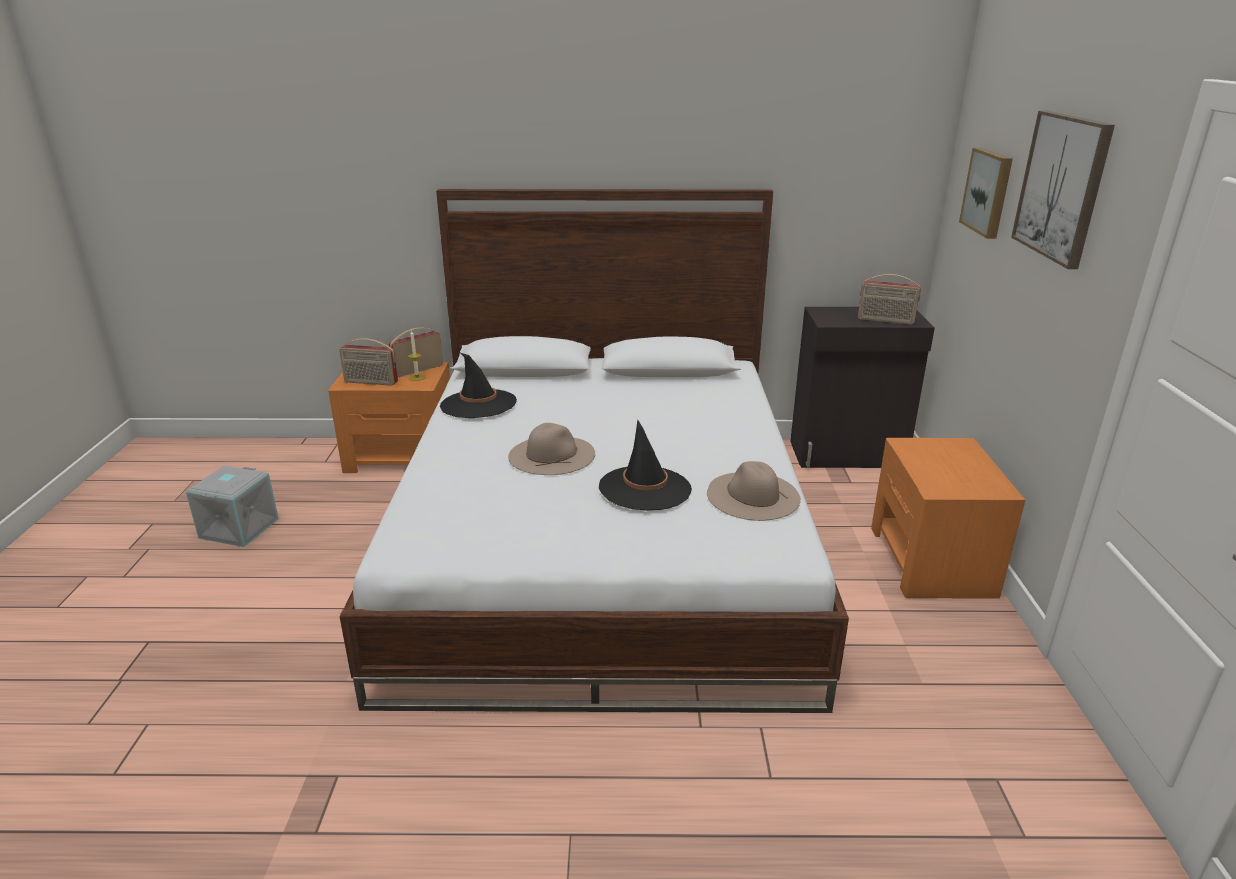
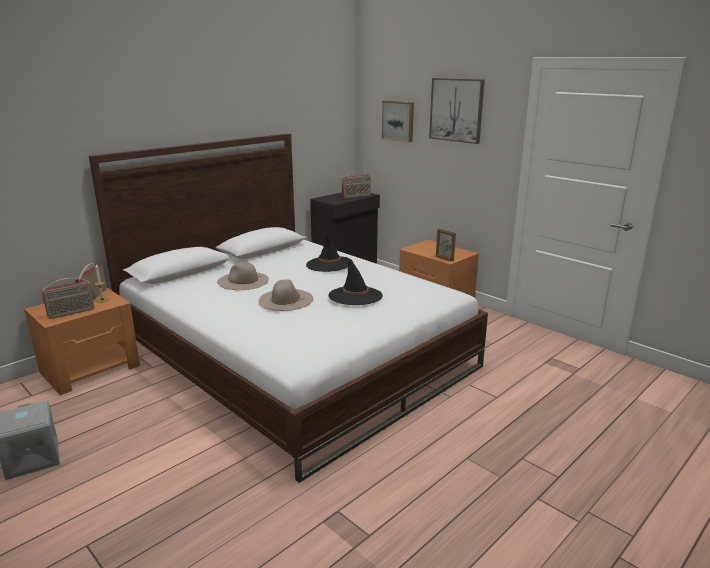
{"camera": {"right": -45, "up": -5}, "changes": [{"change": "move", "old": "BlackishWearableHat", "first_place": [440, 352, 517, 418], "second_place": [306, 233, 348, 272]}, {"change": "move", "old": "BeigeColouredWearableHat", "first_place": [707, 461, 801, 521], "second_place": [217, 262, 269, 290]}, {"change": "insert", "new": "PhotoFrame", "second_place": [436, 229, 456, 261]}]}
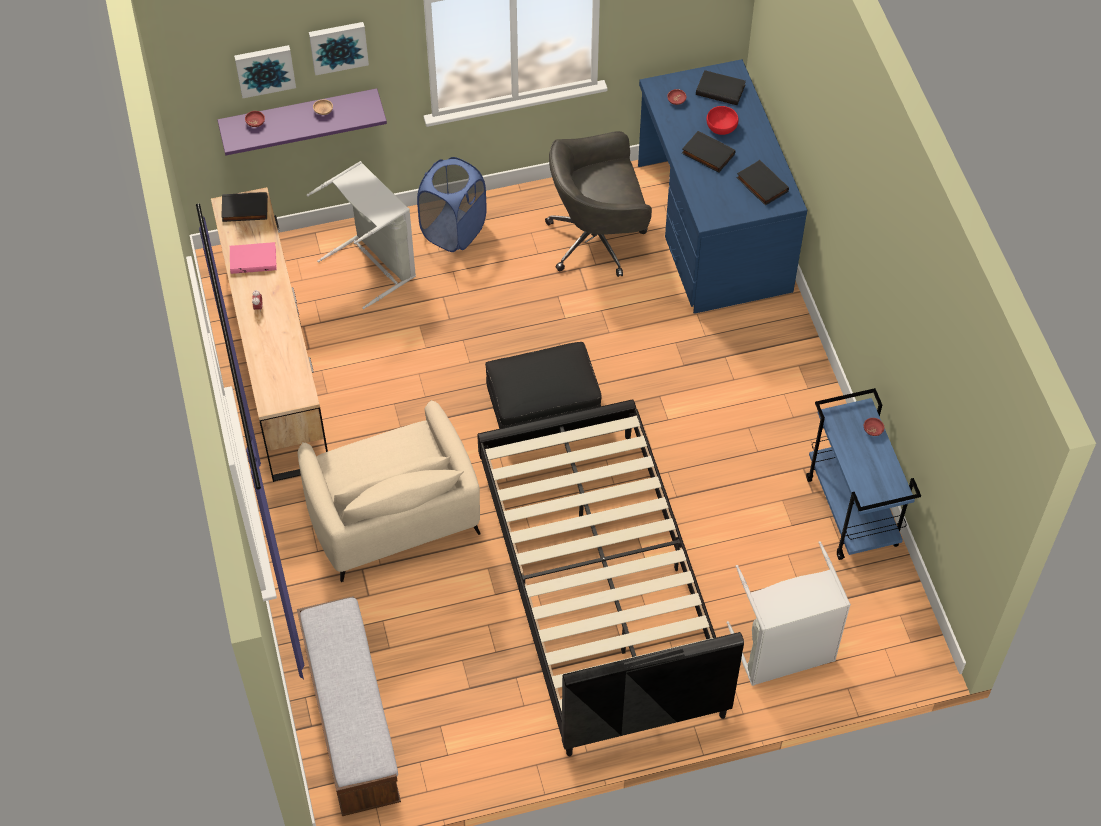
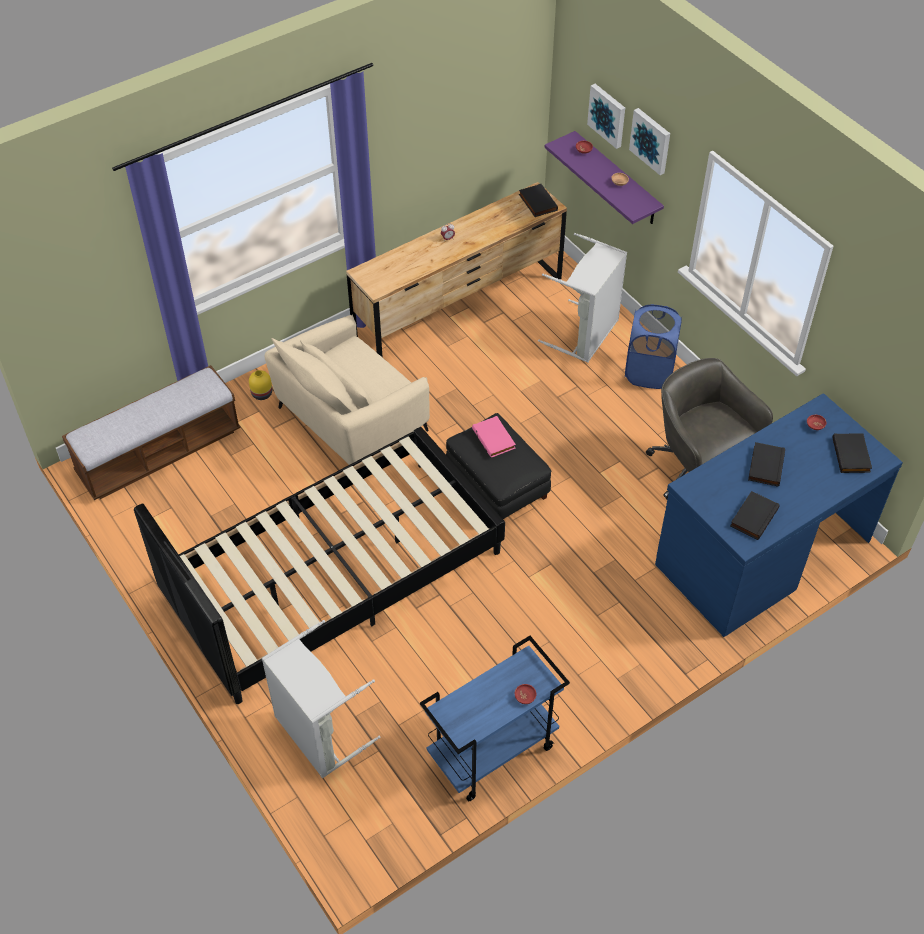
{"camera": {"right": 70, "up": -5}, "changes": [{"change": "delete", "old": "ReddishBowl", "first_place": [706, 106, 738, 135]}, {"change": "move", "old": "PinkishBoundBook", "first_place": [230, 242, 277, 274], "second_place": [472, 416, 516, 458]}, {"change": "insert", "new": "YellowColouredDecorativeVase", "second_place": [249, 370, 272, 400]}]}
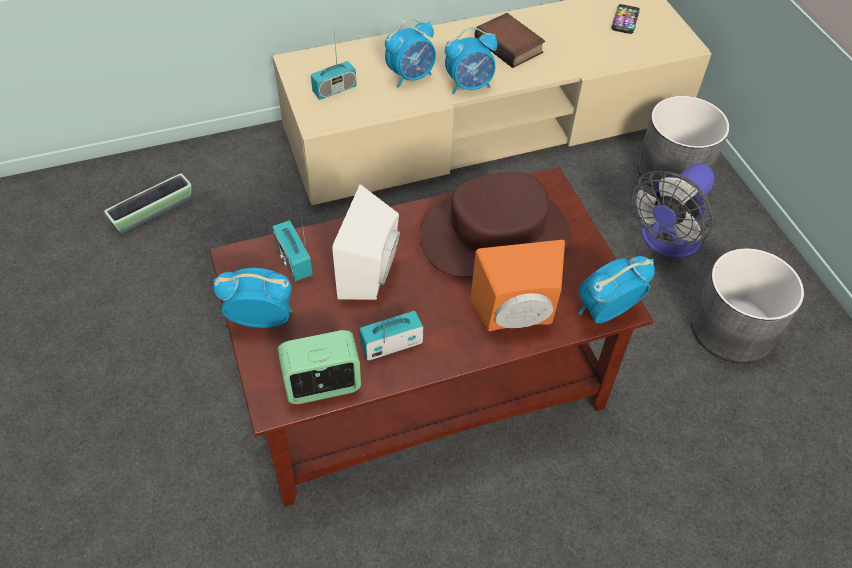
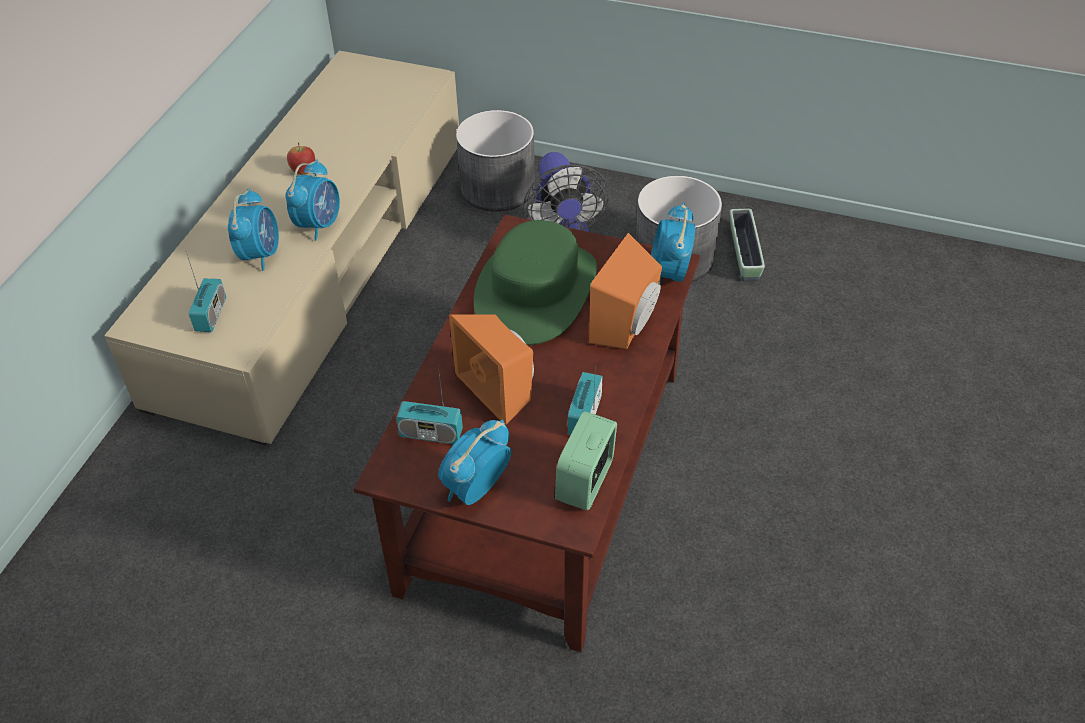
{"camera": {"right": -50, "up": -5}, "changes": [{"change": "delete", "old": "Telephone", "first_place": [612, 4, 640, 34]}, {"change": "replace", "old": "BoundBook", "new": "AppleFruit", "first_place": [475, 13, 545, 68], "second_place": [287, 143, 315, 175]}, {"change": "recolor", "old": "BrownWearableHat", "new": "GreenColouredWearableHat", "first_place": [421, 172, 571, 277], "second_place": [474, 220, 597, 345]}, {"change": "move", "old": "PlantPot", "first_place": [104, 173, 191, 234], "second_place": [730, 209, 765, 281]}, {"change": "recolor", "old": "WhitishLoudspeaker", "new": "OrangeyLoudspeaker", "first_place": [332, 184, 400, 300], "second_place": [449, 314, 534, 425]}]}
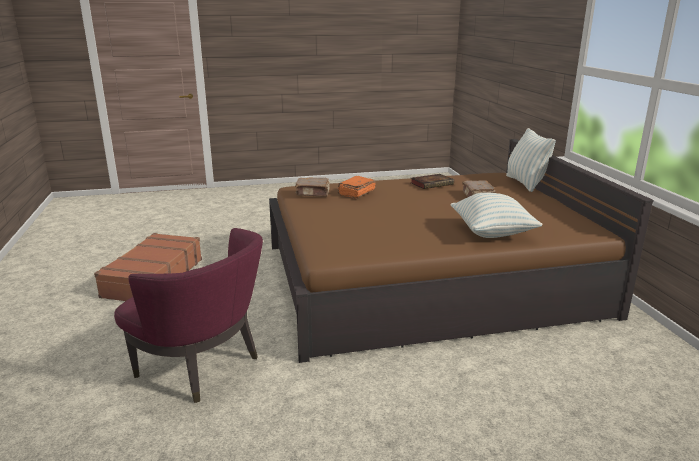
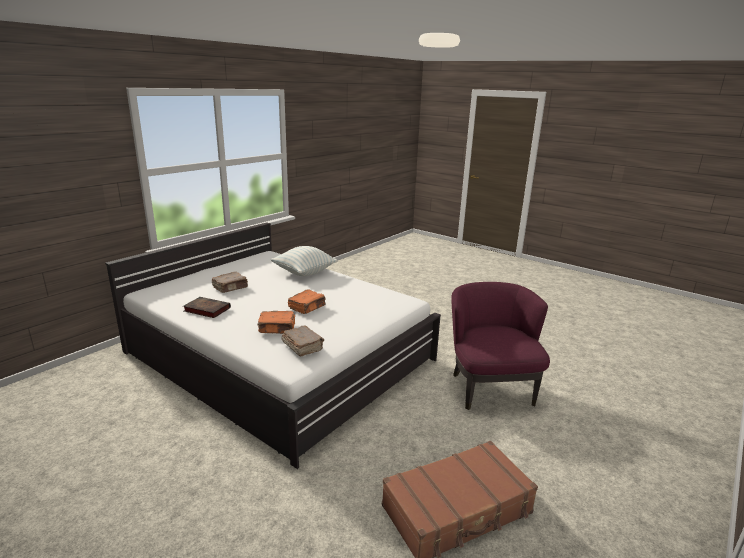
{"camera": {"right": -130, "up": 0}, "changes": [{"change": "delete", "old": "ThrowPillow", "first_place": [506, 128, 556, 192]}, {"change": "recolor", "old": "BrownSleepingBed", "new": "WhitishSleepingBed", "first_place": [269, 139, 654, 363], "second_place": [105, 222, 441, 469]}, {"change": "insert", "new": "OrangeyBoundBook", "second_place": [288, 290, 326, 314]}]}
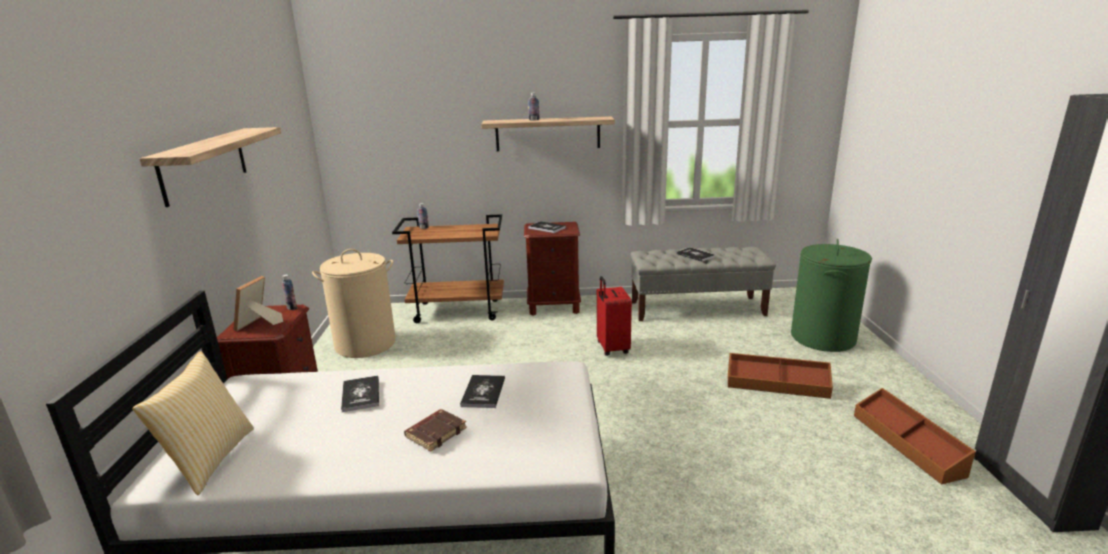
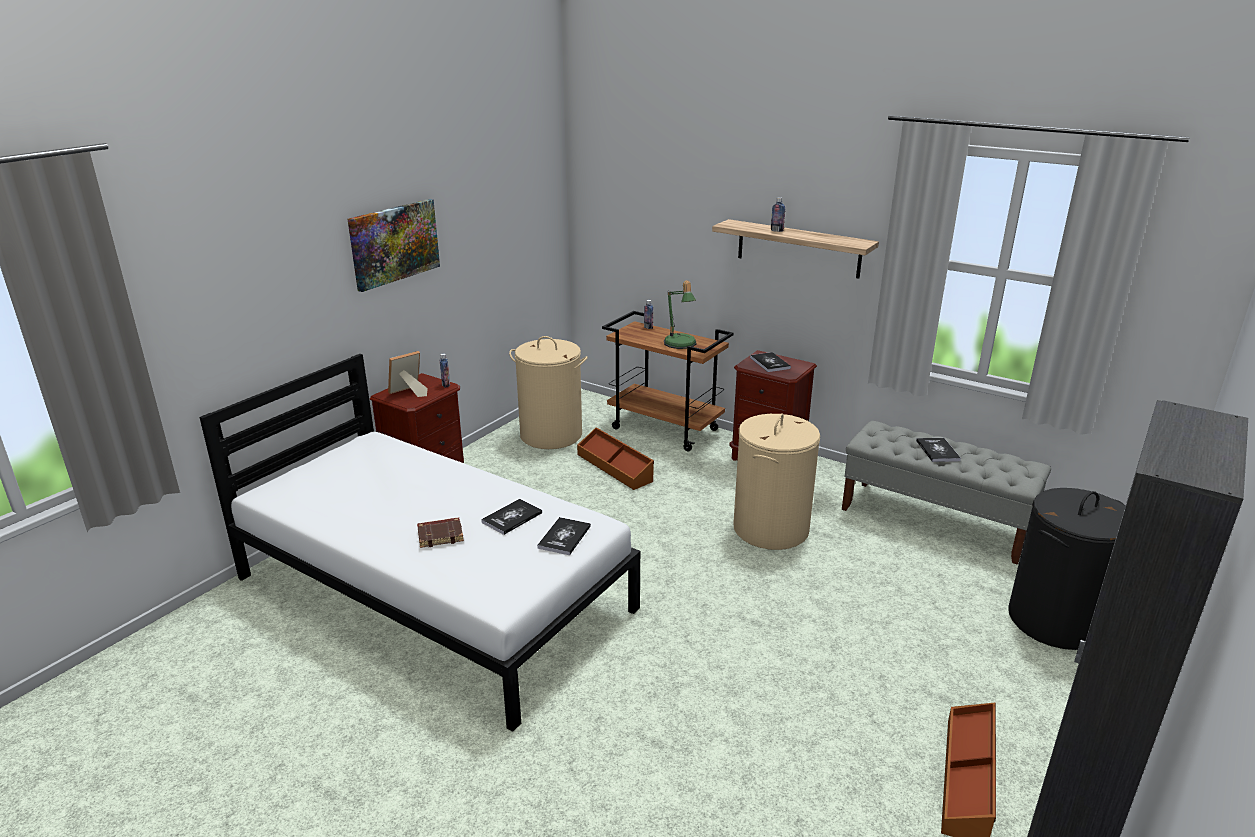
{"camera": {"right": 35, "up": 5}, "changes": [{"change": "replace", "old": "Shelf", "new": "WallArt", "first_place": [139, 127, 281, 207], "second_place": [347, 199, 440, 292]}, {"change": "recolor", "old": "GreenColouredWashingBasket", "new": "BlackishWashingBasket", "first_place": [791, 239, 872, 352], "second_place": [1009, 488, 1125, 650]}, {"change": "replace", "old": "ReddishTravelCase", "new": "BeigeColouredWashingBasket", "first_place": [597, 276, 632, 356], "second_place": [733, 413, 820, 550]}, {"change": "delete", "old": "ThrowPillow", "first_place": [133, 351, 254, 495]}, {"change": "move", "old": "BrownStorageBox", "first_place": [728, 353, 833, 399], "second_place": [577, 427, 654, 490]}, {"change": "move", "old": "BoundBook", "first_place": [341, 376, 379, 412], "second_place": [537, 517, 591, 555]}, {"change": "insert", "new": "TabletopLamp", "second_place": [664, 280, 697, 349]}]}
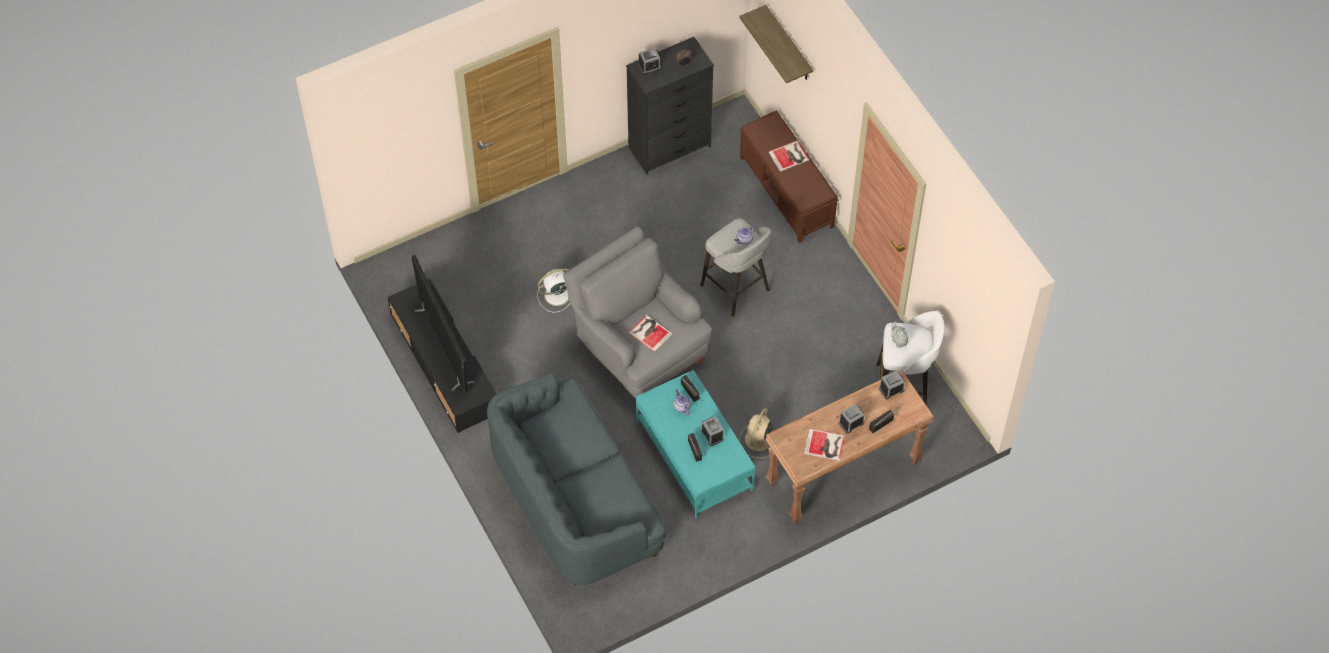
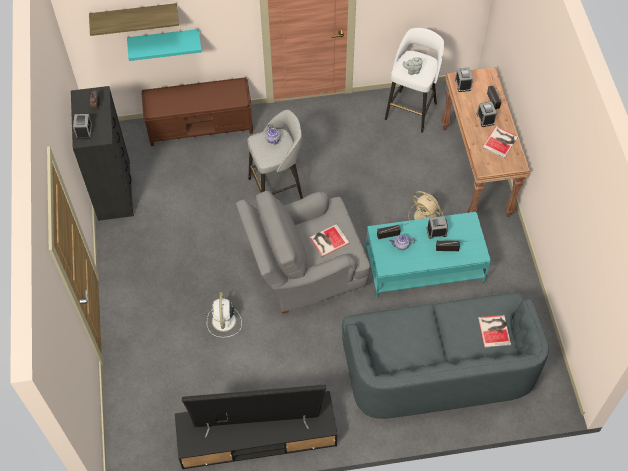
{"camera": {"right": -70, "up": 0}, "changes": [{"change": "move", "old": "BoundBook", "first_place": [768, 140, 809, 172], "second_place": [478, 315, 511, 348]}, {"change": "insert", "new": "TurquoiseColouredShelf", "second_place": [127, 29, 202, 61]}]}
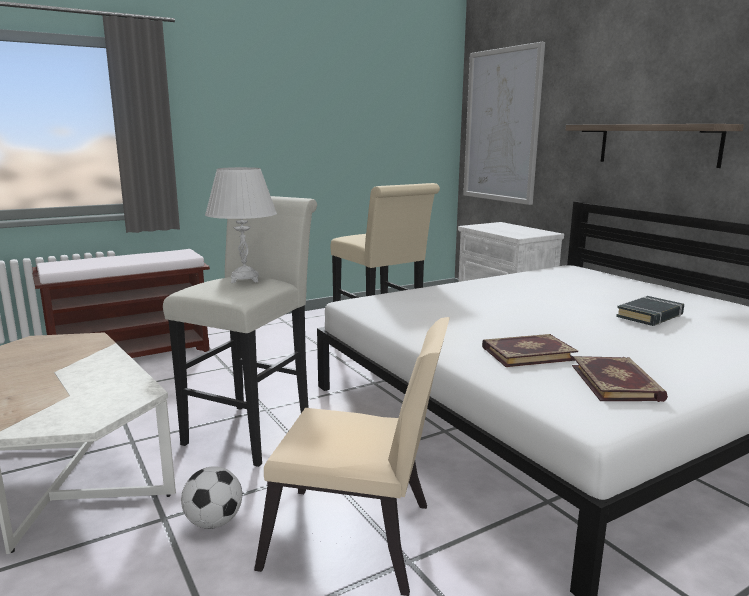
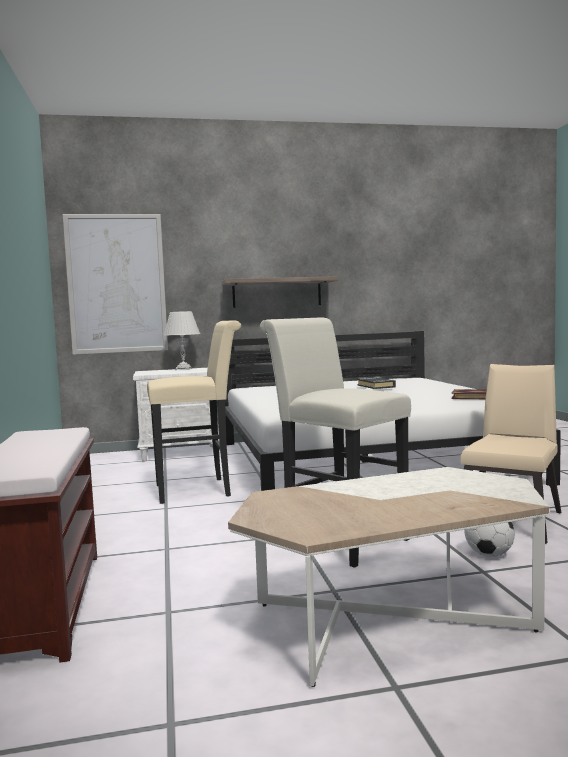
{"camera": {"right": -70, "up": -10}, "changes": [{"change": "move", "old": "WhitishTabletopLamp", "first_place": [205, 167, 277, 283], "second_place": [164, 311, 200, 370]}, {"change": "delete", "old": "BoundBook", "first_place": [482, 334, 578, 367]}]}
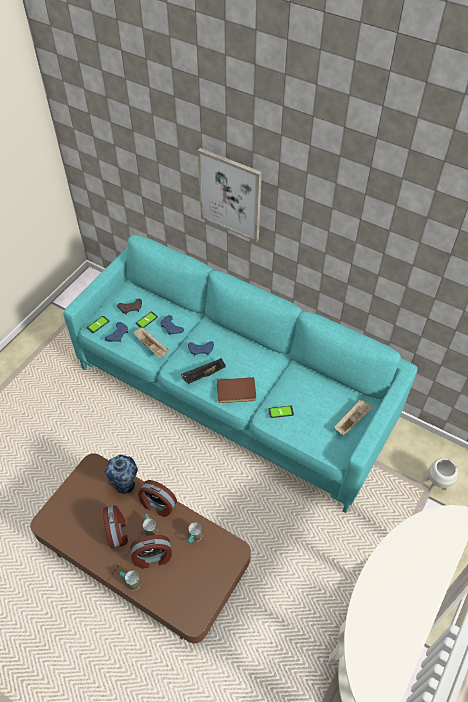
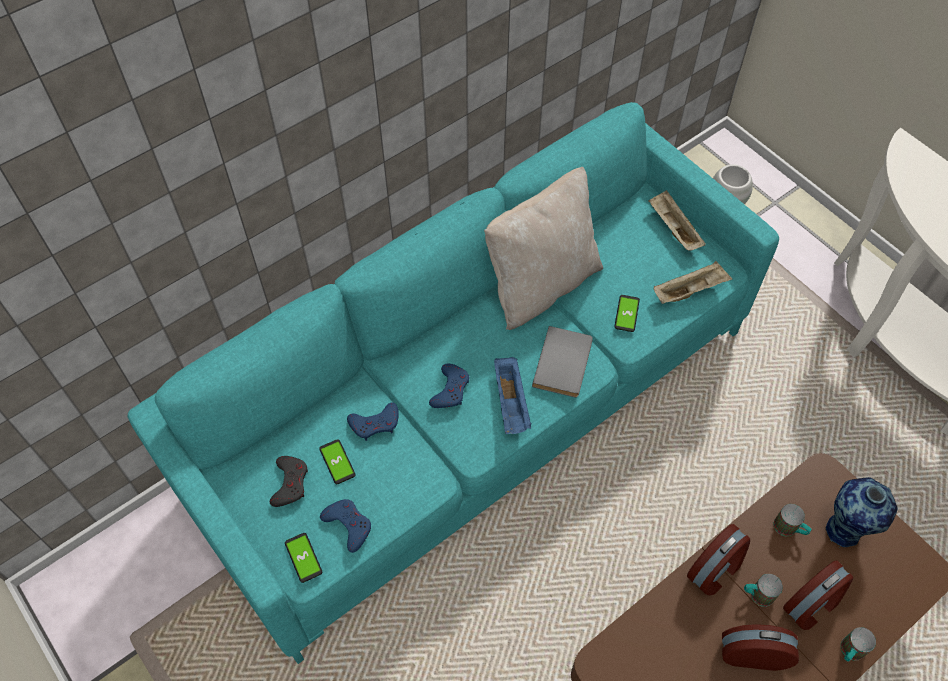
{"camera": {"right": -70, "up": 5}, "changes": [{"change": "delete", "old": "WallArt", "first_place": [198, 148, 262, 242]}, {"change": "move", "old": "BeigeColouredCarryingTray", "first_place": [133, 327, 169, 358], "second_place": [654, 261, 733, 304]}, {"change": "recolor", "old": "BlackishCarryingTray", "new": "BluishCarryingTray", "first_place": [181, 358, 226, 384], "second_place": [494, 357, 531, 434]}, {"change": "recolor", "old": "BrownBoundBook", "new": "GrayBoundBook", "first_place": [217, 377, 256, 403], "second_place": [532, 326, 593, 397]}, {"change": "move", "old": "DecorativeVase", "first_place": [105, 455, 138, 494], "second_place": [826, 477, 898, 548]}, {"change": "rotate", "old": "BedsideClock", "first_place": [130, 535, 172, 569], "second_place": [783, 560, 853, 630], "degrees": 45}, {"change": "insert", "new": "BeigeColouredThrowPillow", "second_place": [484, 167, 603, 330]}]}
